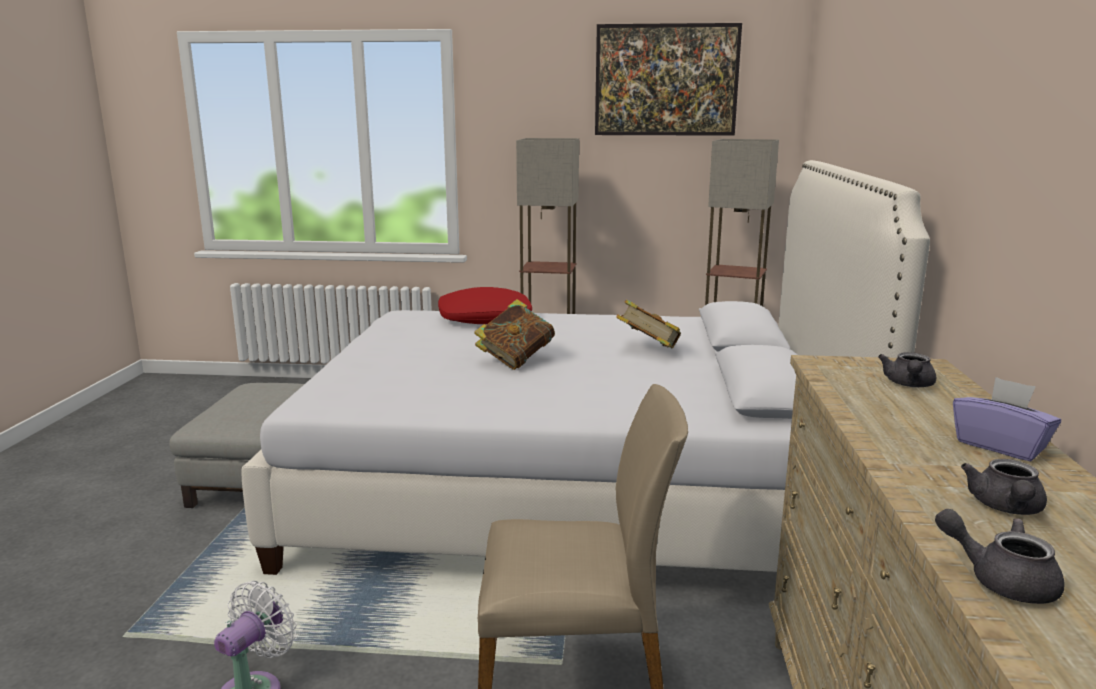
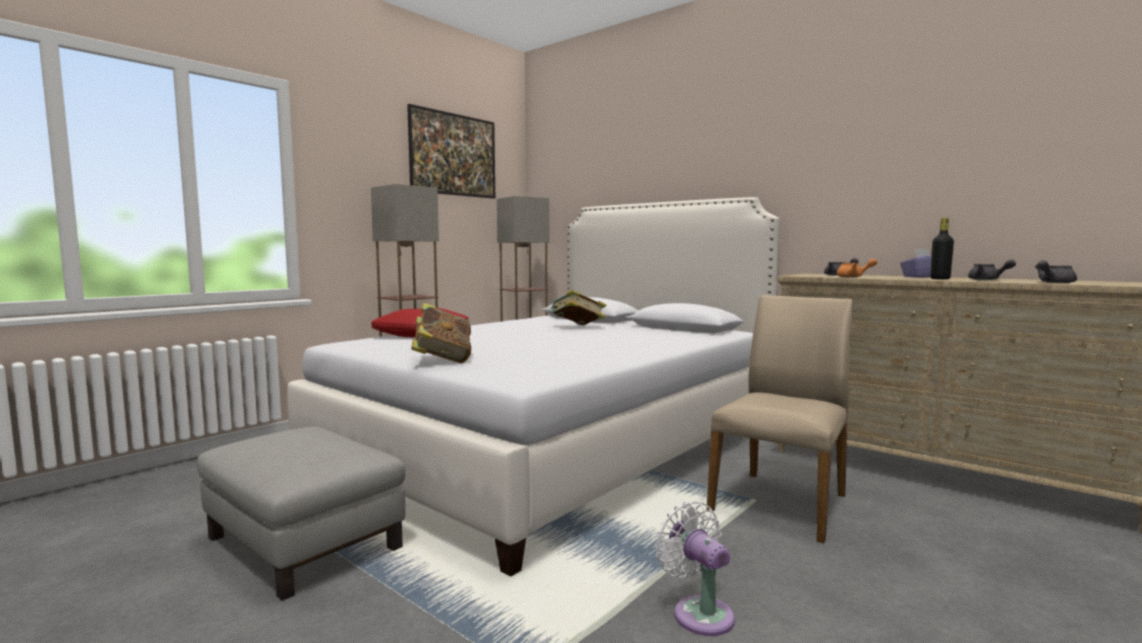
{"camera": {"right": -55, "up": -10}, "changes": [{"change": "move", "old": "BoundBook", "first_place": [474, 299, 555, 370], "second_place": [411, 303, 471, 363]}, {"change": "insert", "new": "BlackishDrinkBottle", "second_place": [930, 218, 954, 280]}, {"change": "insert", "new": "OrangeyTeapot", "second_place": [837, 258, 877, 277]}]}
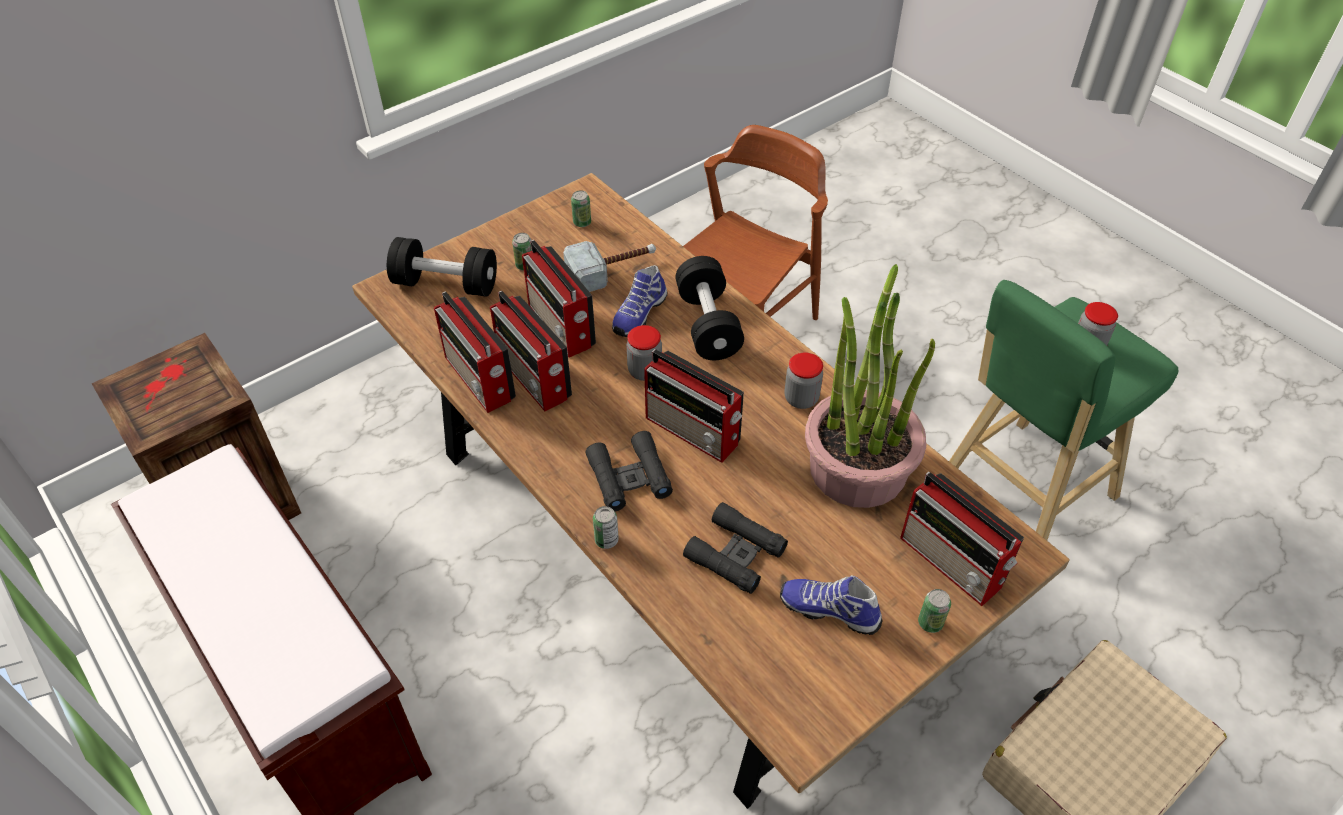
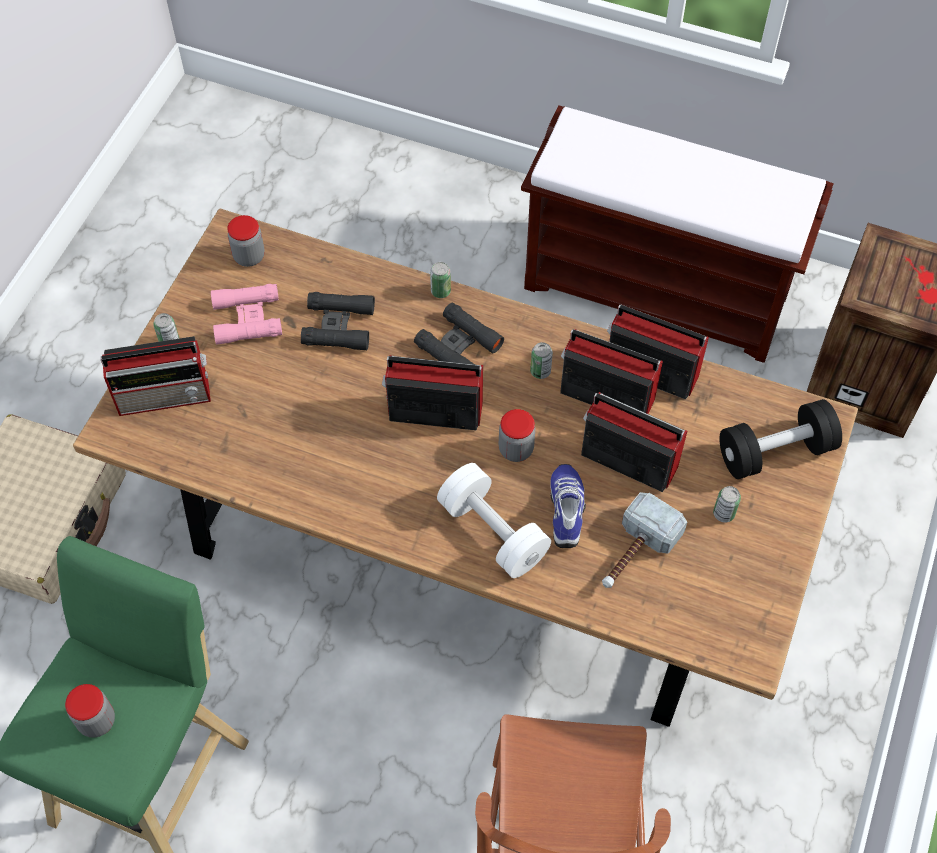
{"camera": {"right": 150, "up": 10}, "changes": [{"change": "move", "old": "SealedCan", "first_place": [571, 190, 591, 227], "second_place": [530, 342, 553, 379]}, {"change": "recolor", "old": "BlackishHandWeight", "new": "WhitishHandWeight", "first_place": [676, 256, 744, 360], "second_place": [437, 463, 551, 578]}, {"change": "delete", "old": "PlantInAPot", "first_place": [805, 264, 935, 508]}, {"change": "move", "old": "StorageJar", "first_place": [785, 352, 823, 409], "second_place": [227, 215, 265, 267]}, {"change": "rotate", "old": "Radio", "first_place": [900, 472, 1024, 606], "second_place": [100, 336, 211, 416], "degrees": 150}, {"change": "replace", "old": "ItemOfFootwear", "new": "PinkishPairOfBinoculars", "first_place": [780, 575, 882, 635], "second_place": [211, 284, 282, 345]}]}
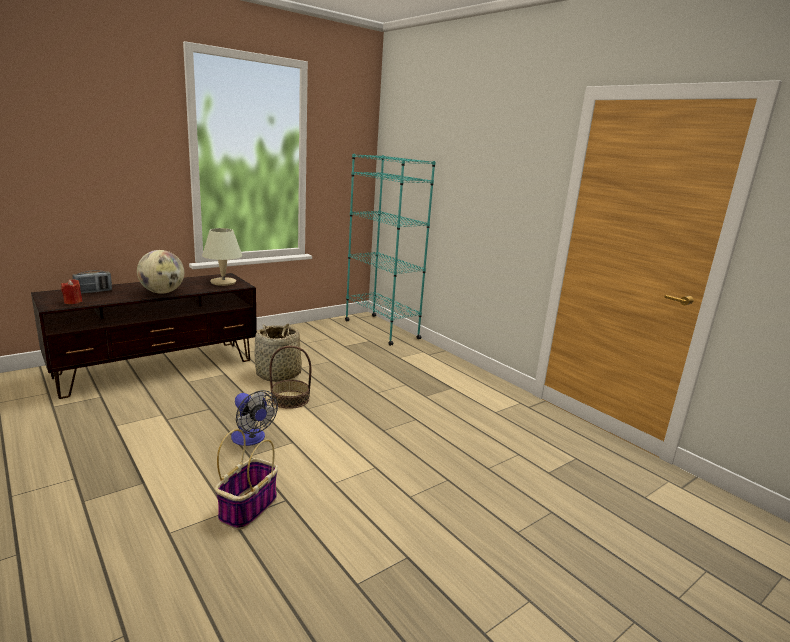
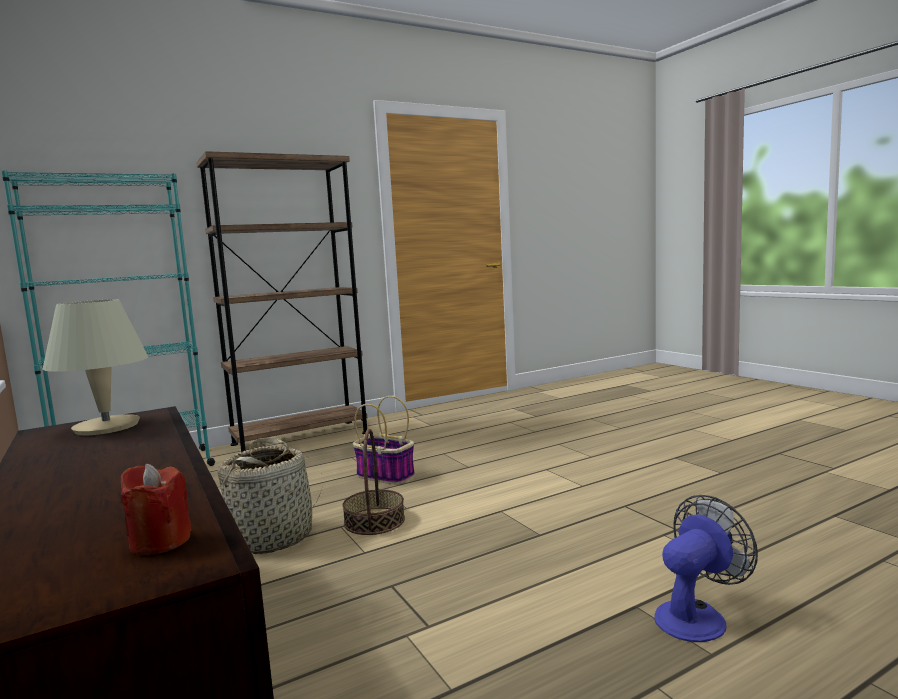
{"camera": {"right": -80, "up": -10}, "changes": [{"change": "delete", "old": "DeskGlobe", "first_place": [137, 250, 184, 294]}, {"change": "delete", "old": "Radio", "first_place": [72, 270, 112, 294]}, {"change": "move", "old": "Fan", "first_place": [231, 390, 278, 446], "second_place": [654, 495, 758, 642]}, {"change": "move", "old": "StorageBasket", "first_place": [215, 429, 278, 530], "second_place": [353, 396, 415, 484]}, {"change": "insert", "new": "BrownBookcase", "second_place": [197, 151, 367, 452]}]}
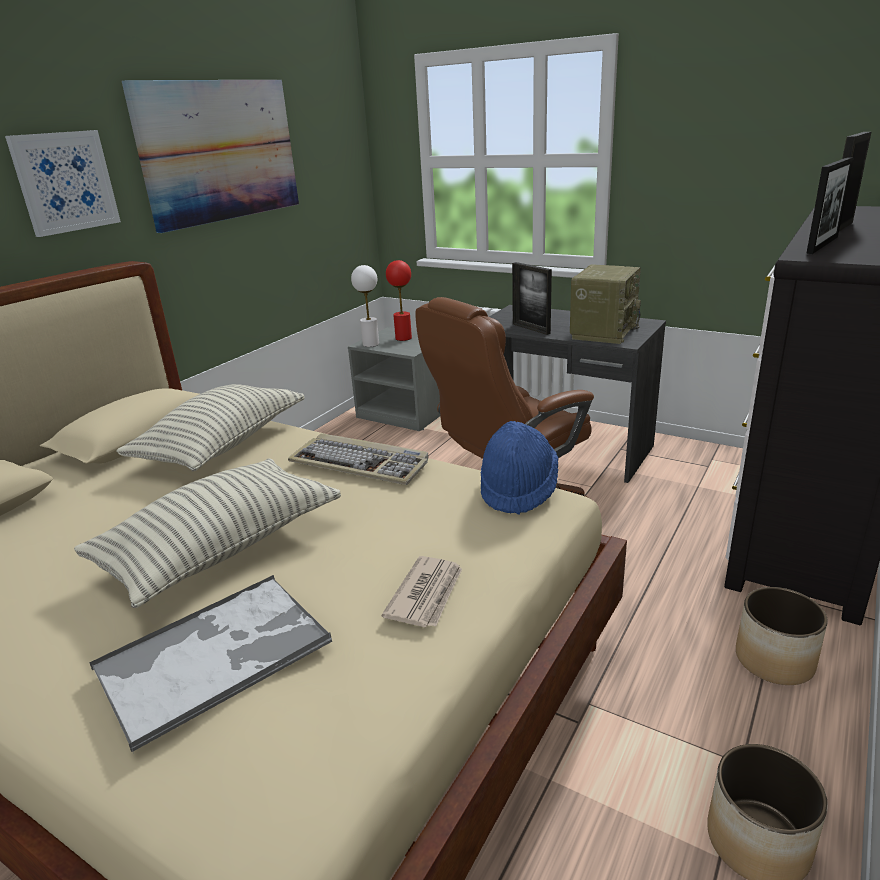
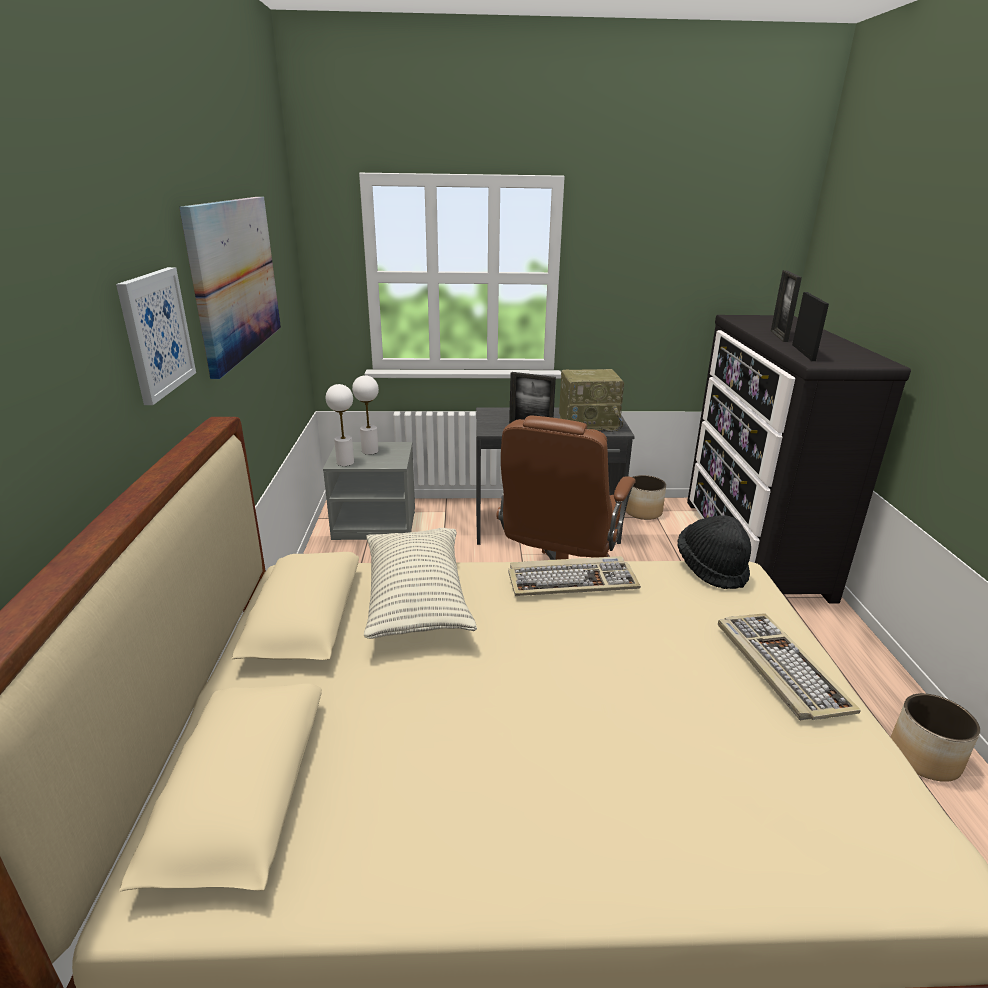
{"camera": {"right": -35, "up": 0}, "changes": [{"change": "recolor", "old": "ReddishTabletopLamp", "new": "WhitishTabletopLamp", "first_place": [386, 260, 412, 341], "second_place": [352, 375, 379, 455]}, {"change": "rotate", "old": "Radio", "first_place": [570, 265, 641, 344], "second_place": [559, 369, 624, 432], "degrees": 90}, {"change": "recolor", "old": "BluishWearableHat", "new": "BlackishWearableHat", "first_place": [481, 421, 558, 515], "second_place": [677, 515, 751, 589]}, {"change": "delete", "old": "ThrowPillow", "first_place": [74, 459, 341, 608]}, {"change": "replace", "old": "DailyPaper", "new": "ComputerKeyboard", "first_place": [382, 556, 462, 627], "second_place": [718, 613, 861, 720]}, {"change": "delete", "old": "CarryingTray", "first_place": [89, 575, 332, 754]}, {"change": "move", "old": "PlantPot", "first_place": [736, 587, 828, 685], "second_place": [626, 475, 666, 520]}]}
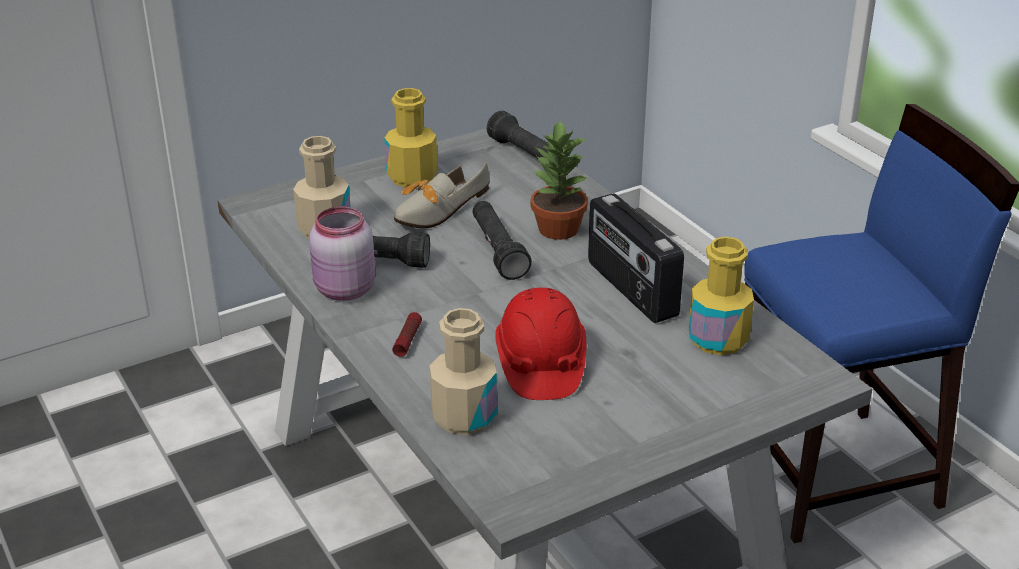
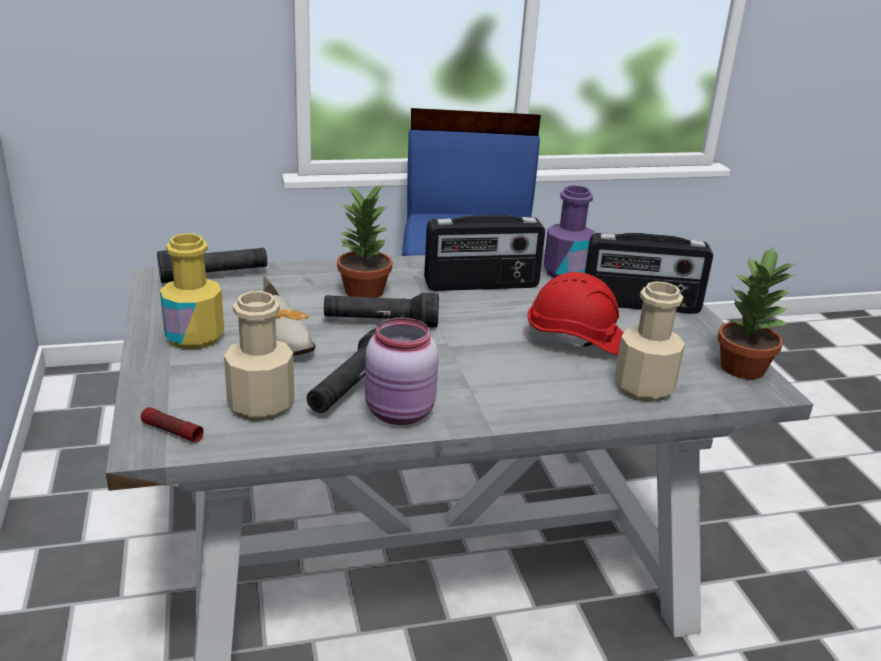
{"camera": {"right": -75, "up": -5}, "changes": [{"change": "recolor", "old": "YellowColouredDrinkBottle", "new": "PurpleColouredDrinkBottle", "first_place": [689, 237, 754, 355], "second_place": [544, 185, 595, 278]}, {"change": "move", "old": "HandTorch", "first_place": [392, 312, 422, 357], "second_place": [141, 407, 204, 443]}, {"change": "insert", "new": "Radio", "second_place": [585, 233, 713, 314]}, {"change": "insert", "new": "PlantInAPot", "second_place": [718, 246, 796, 379]}]}
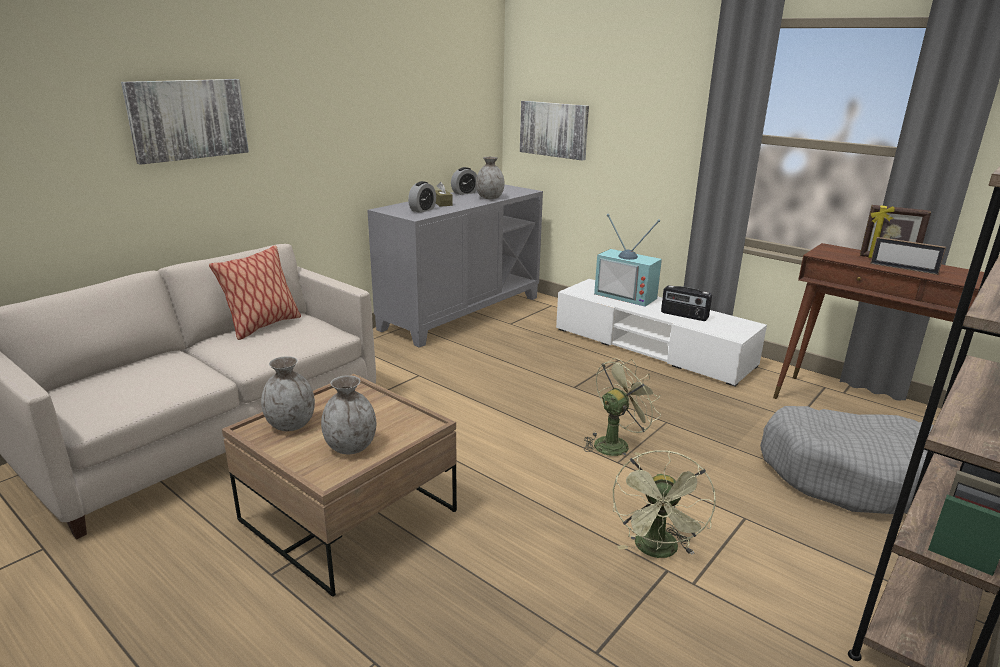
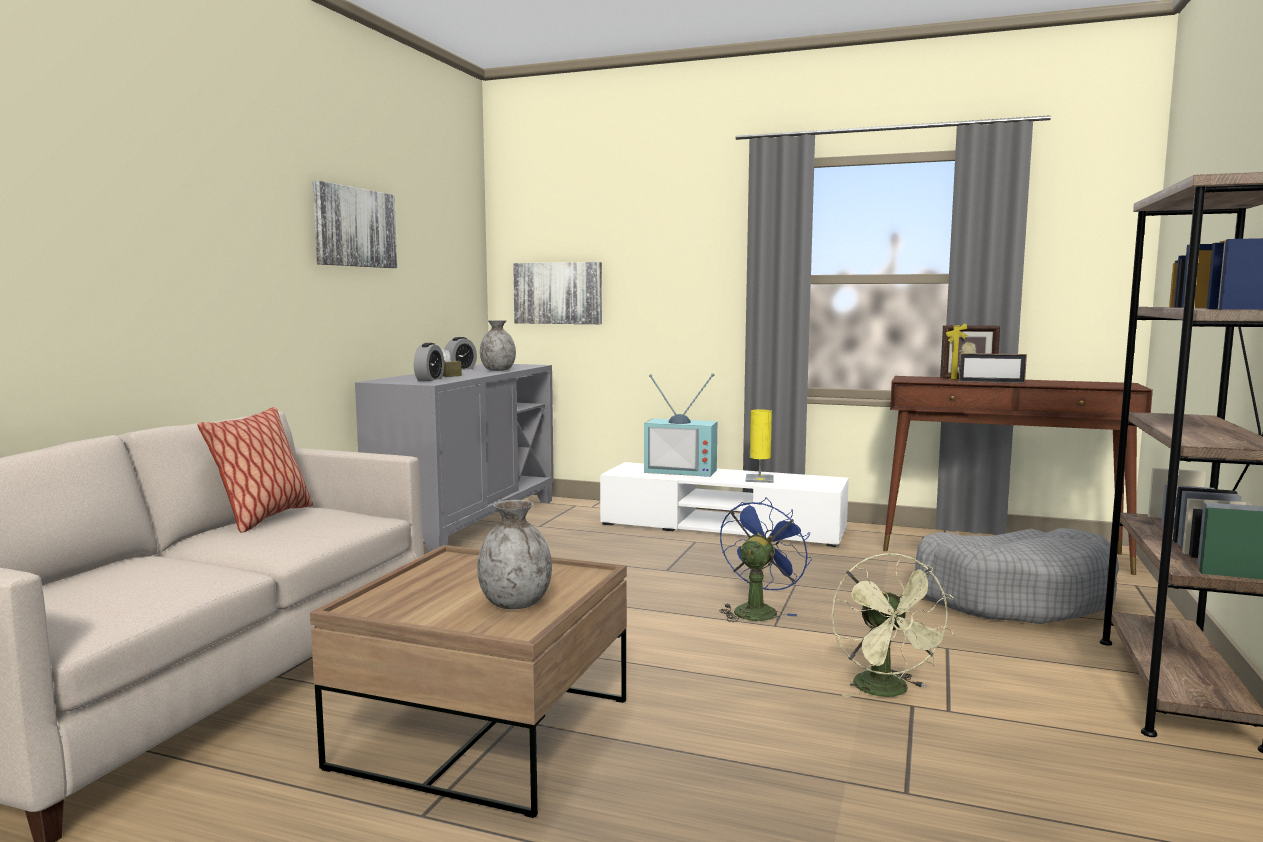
{"camera": {"right": -20, "up": -15}, "changes": [{"change": "move", "old": "WallArt", "first_place": [121, 79, 249, 165], "second_place": [313, 181, 397, 268]}, {"change": "replace", "old": "Radio", "new": "YellowColouredTabletopLamp", "first_place": [661, 285, 712, 321], "second_place": [745, 410, 774, 483]}, {"change": "delete", "old": "GrayDecorativeVase", "first_place": [261, 356, 315, 431]}, {"change": "recolor", "old": "GreenColouredFan", "new": "BluishFan", "first_place": [584, 358, 661, 457], "second_place": [719, 497, 812, 622]}]}
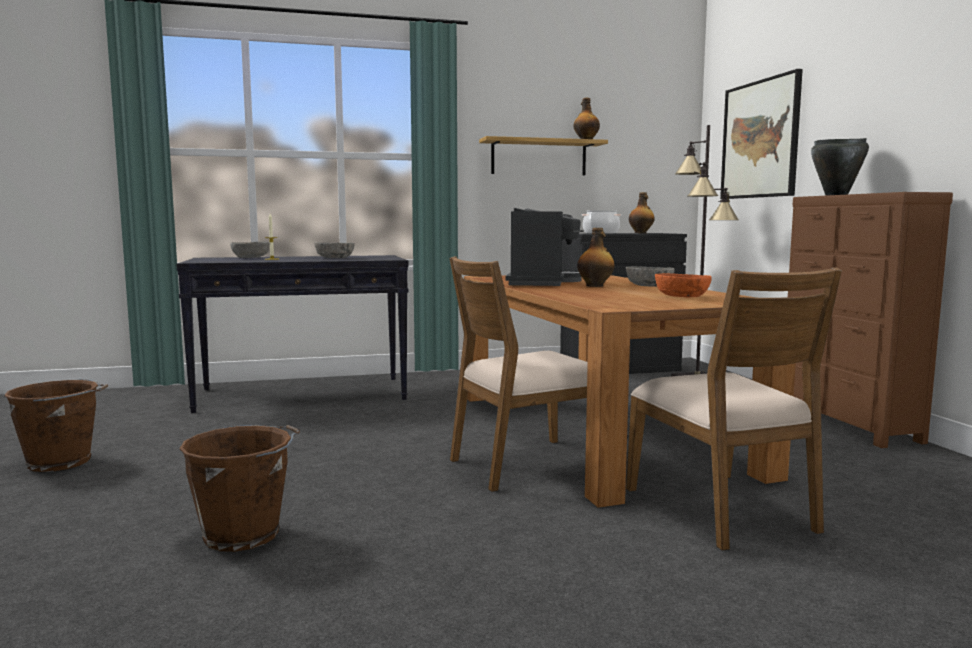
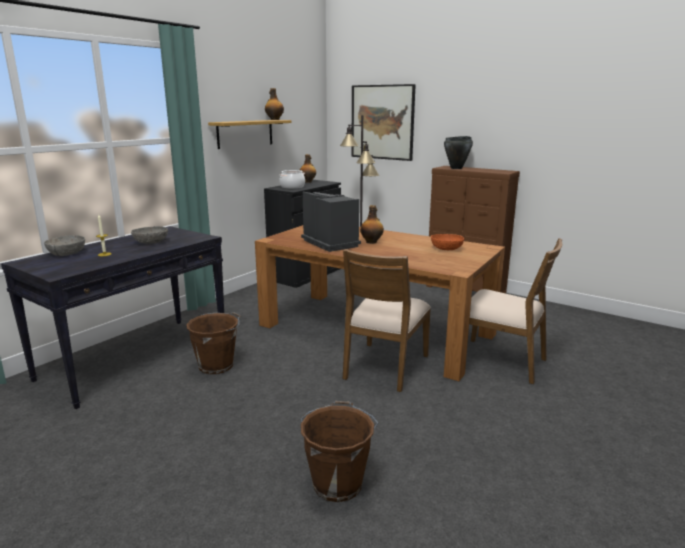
{"camera": {"right": -40, "up": 10}, "changes": [{"change": "delete", "old": "GrayBowl", "first_place": [626, 266, 675, 287]}, {"change": "move", "old": "BrownPail", "first_place": [4, 379, 108, 472], "second_place": [186, 312, 240, 374]}]}
